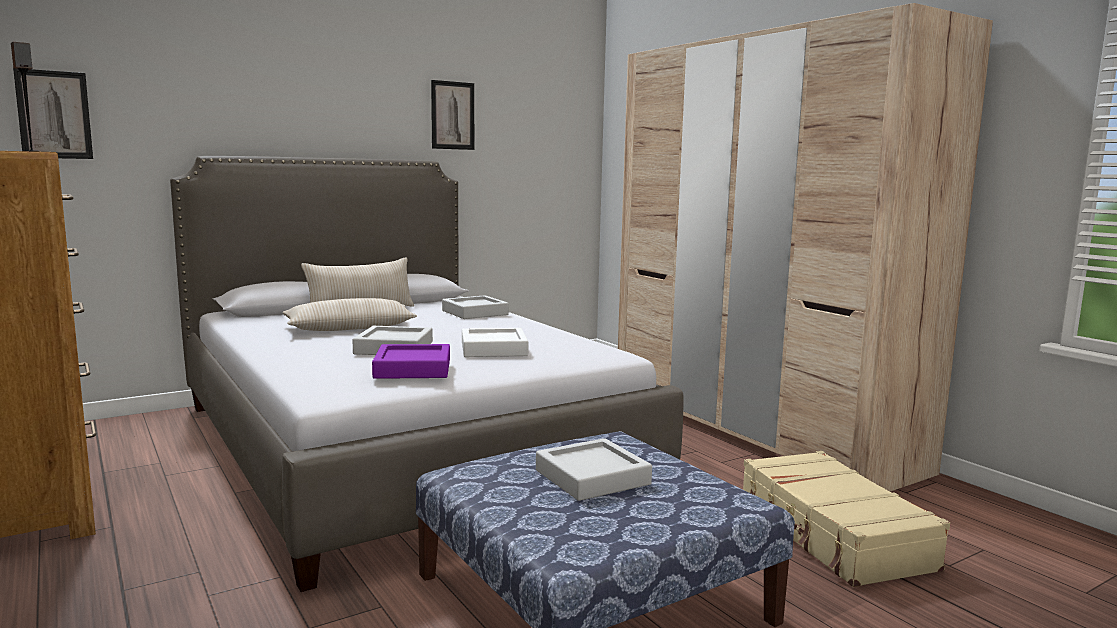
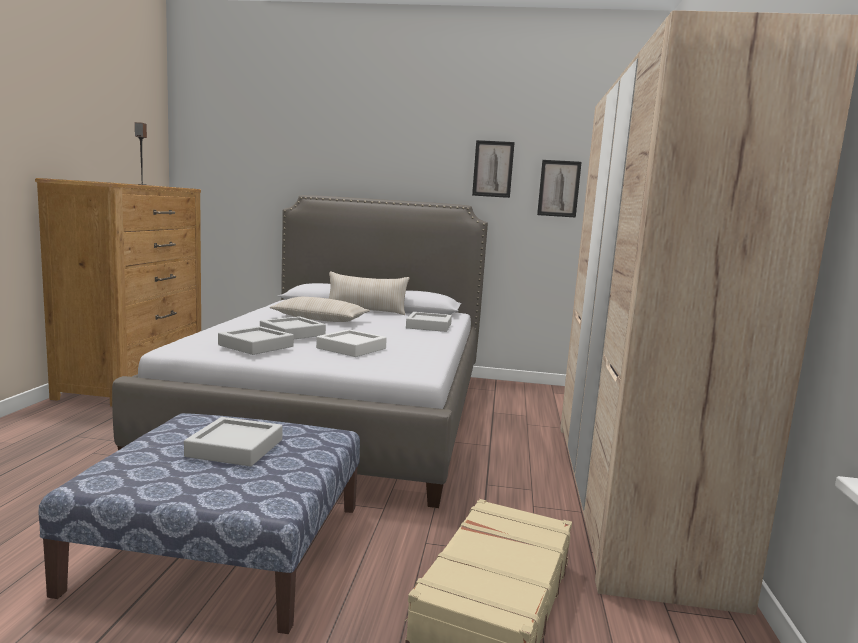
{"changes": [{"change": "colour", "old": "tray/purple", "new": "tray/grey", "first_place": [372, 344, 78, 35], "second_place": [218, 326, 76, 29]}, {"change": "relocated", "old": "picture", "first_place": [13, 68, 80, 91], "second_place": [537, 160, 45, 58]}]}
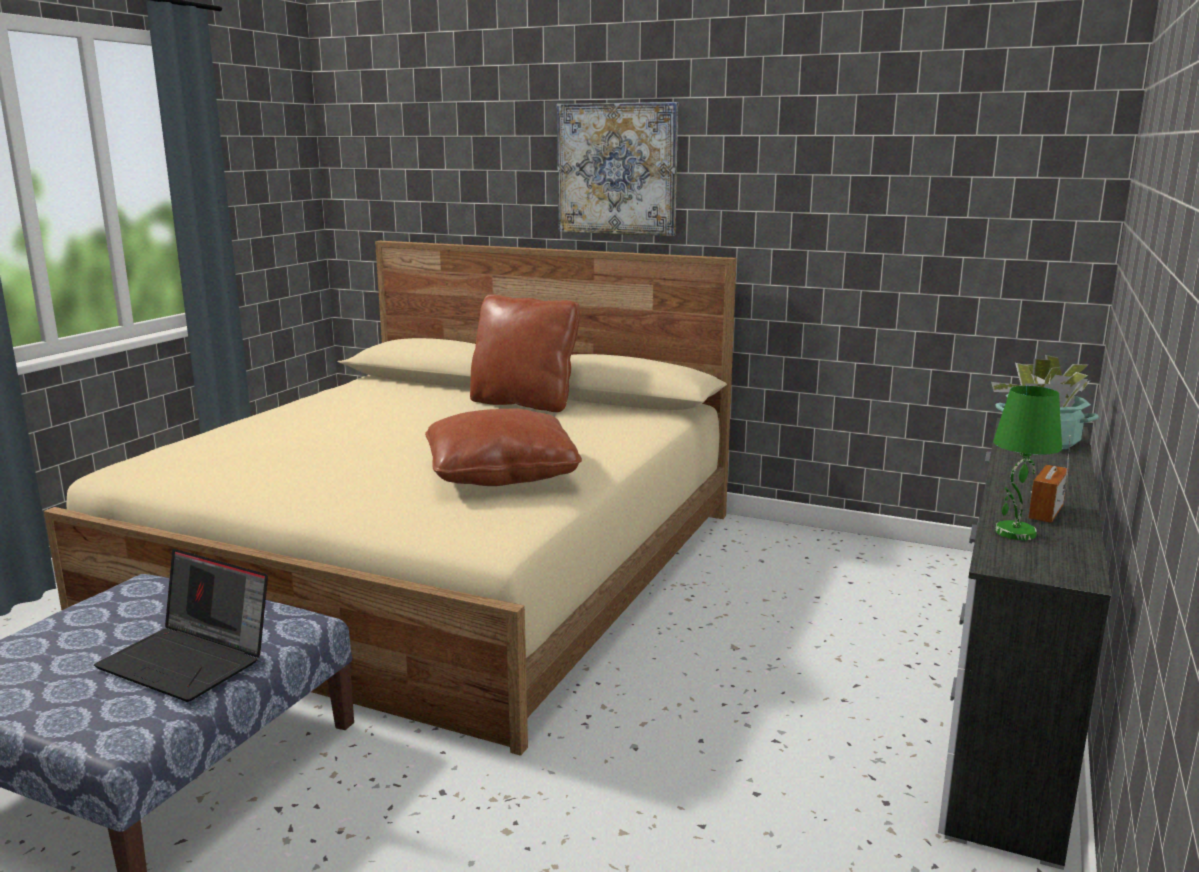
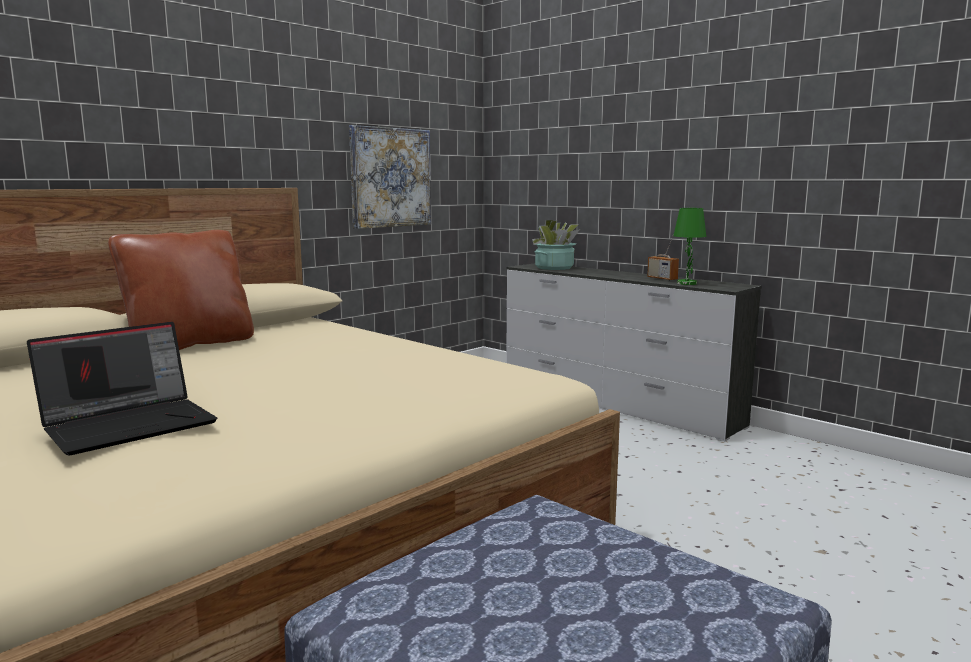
{"changes": [{"change": "relocated", "old": "laptop", "first_place": [94, 549, 174, 153], "second_place": [27, 322, 190, 133]}, {"change": "relocated", "old": "picture", "first_place": [557, 102, 121, 134], "second_place": [349, 125, 82, 104]}, {"change": "missing", "old": "pillow/brown", "first_place": [425, 408, 157, 78]}]}
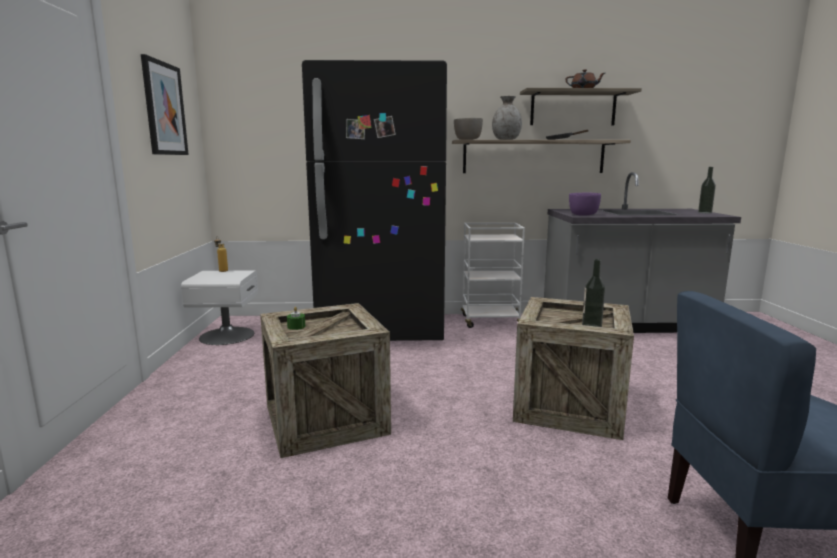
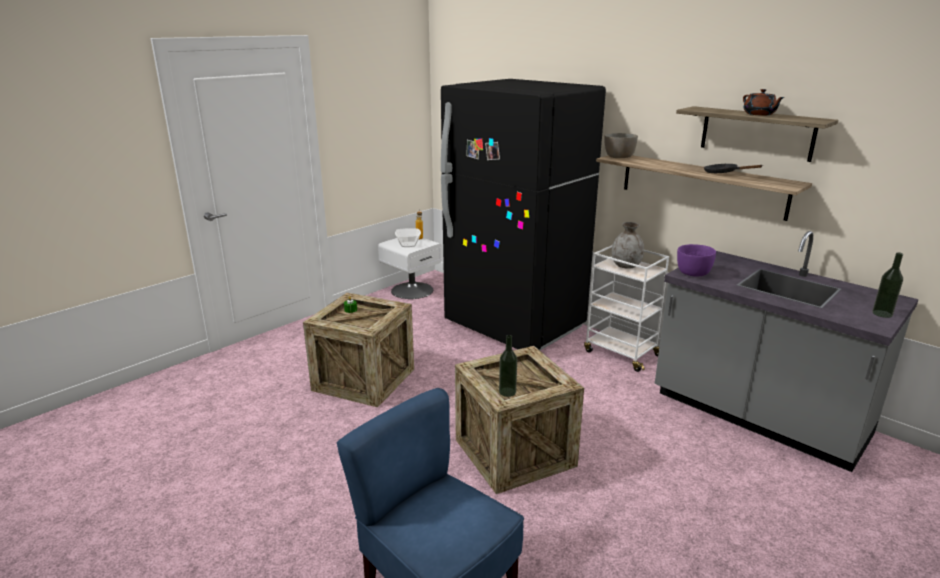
{"changes": [{"change": "appeared", "new": "bowl", "second_place": [395, 228, 26, 19]}, {"change": "relocated", "old": "vase/grey", "first_place": [492, 96, 30, 44], "second_place": [612, 222, 32, 47]}, {"change": "missing", "old": "picture", "first_place": [141, 54, 48, 101]}]}
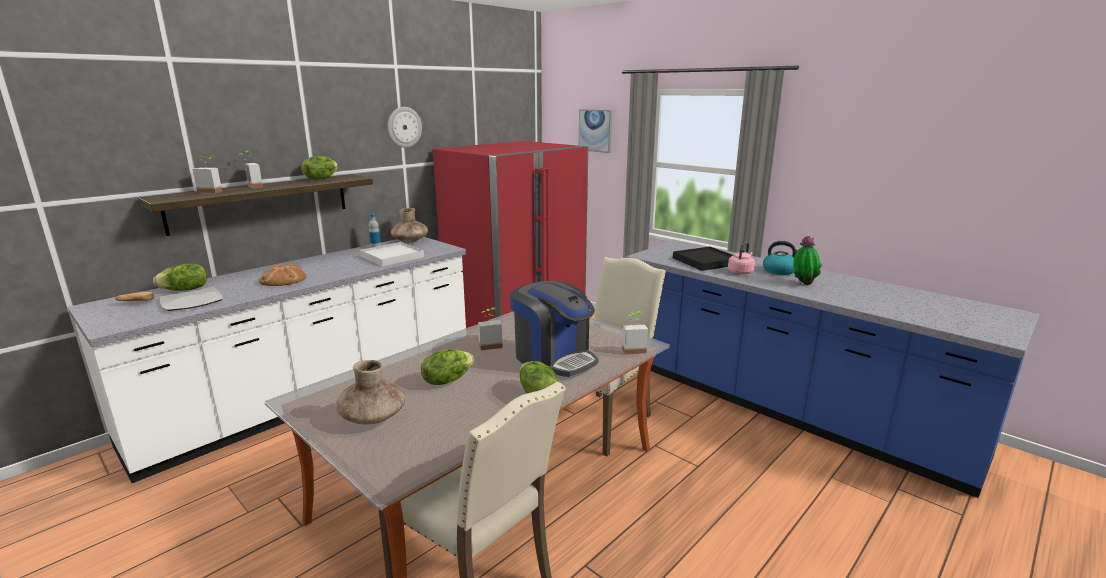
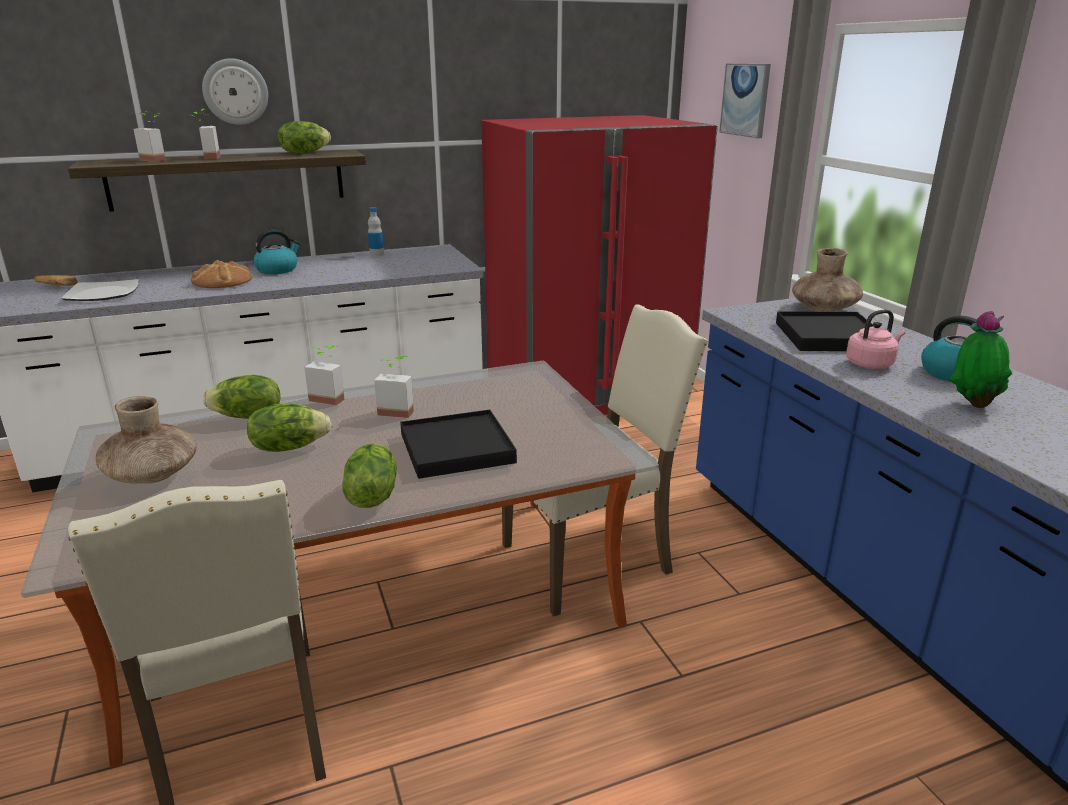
{"changes": [{"change": "relocated", "old": "wall clock", "first_place": [387, 107, 35, 41], "second_place": [202, 58, 66, 67]}, {"change": "relocated", "old": "lettuce", "first_place": [153, 263, 54, 28], "second_place": [203, 375, 77, 44]}, {"change": "appeared", "new": "kettle", "second_place": [253, 230, 48, 44]}, {"change": "relocated", "old": "potted plant", "first_place": [622, 311, 26, 43], "second_place": [304, 345, 40, 60]}, {"change": "exchanged", "old": "coffee machine", "new": "tray/black", "first_place": [510, 281, 88, 96], "second_place": [400, 410, 117, 69]}, {"change": "relocated", "old": "vase/brown", "first_place": [391, 208, 37, 35], "second_place": [792, 248, 71, 64]}, {"change": "missing", "old": "tray/white", "first_place": [360, 242, 64, 24]}]}
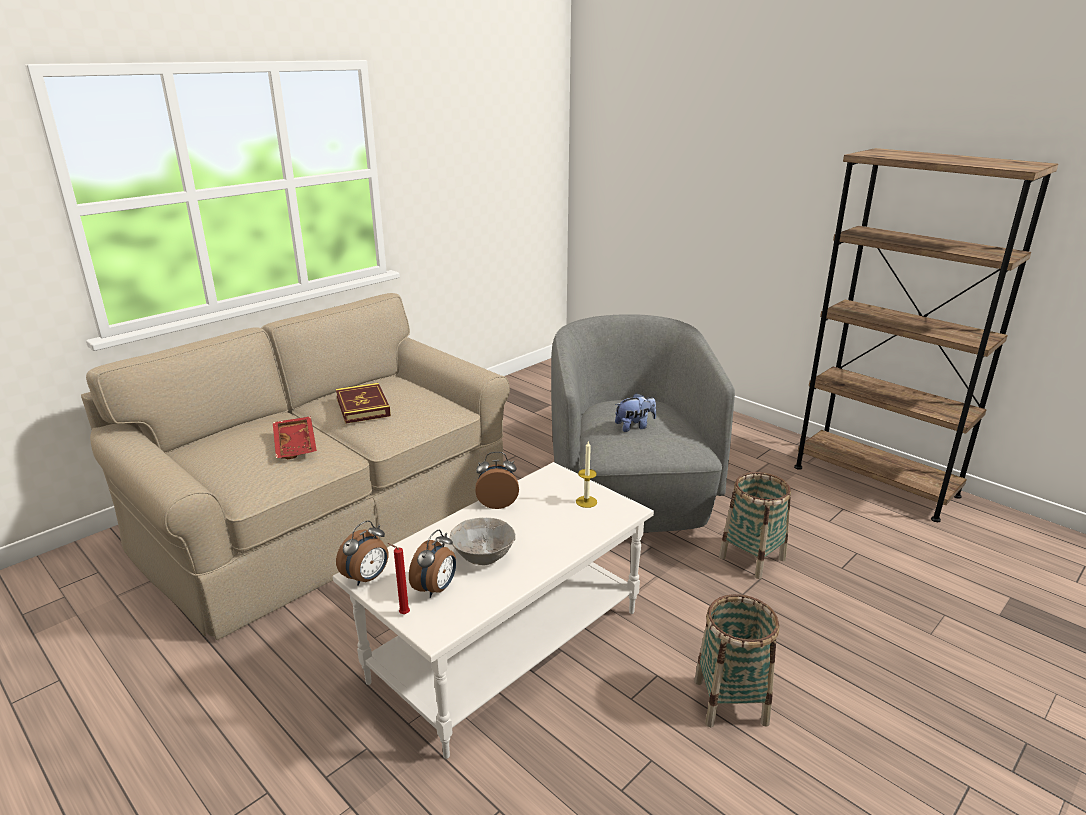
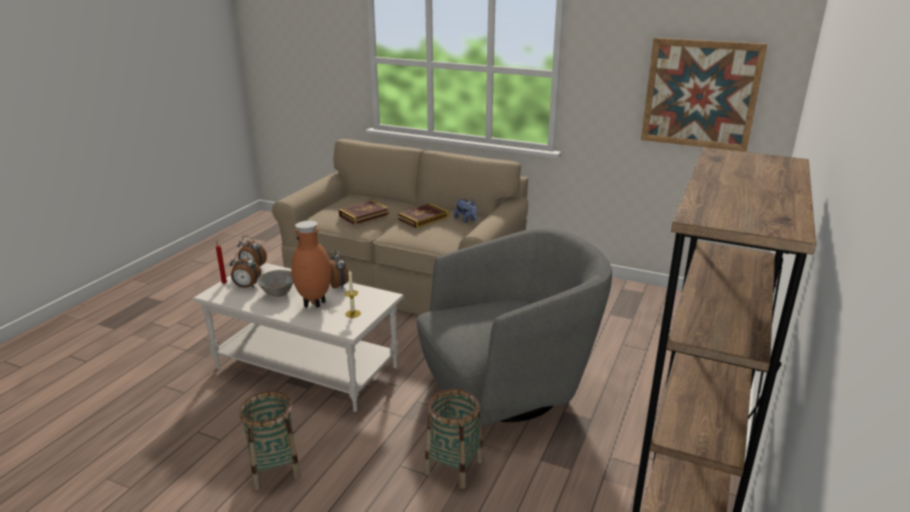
{"changes": [{"change": "appeared", "new": "vase/brown", "second_place": [291, 221, 40, 87]}, {"change": "exchanged", "old": "tray/red", "new": "book", "first_place": [273, 416, 44, 43], "second_place": [338, 200, 51, 25]}, {"change": "relocated", "old": "plush toy", "first_place": [615, 393, 41, 39], "second_place": [454, 199, 23, 24]}, {"change": "appeared", "new": "picture", "second_place": [641, 38, 127, 114]}]}
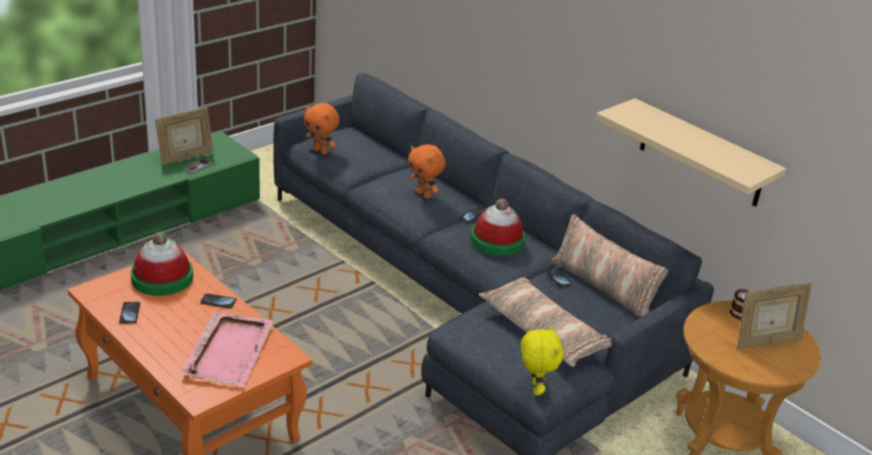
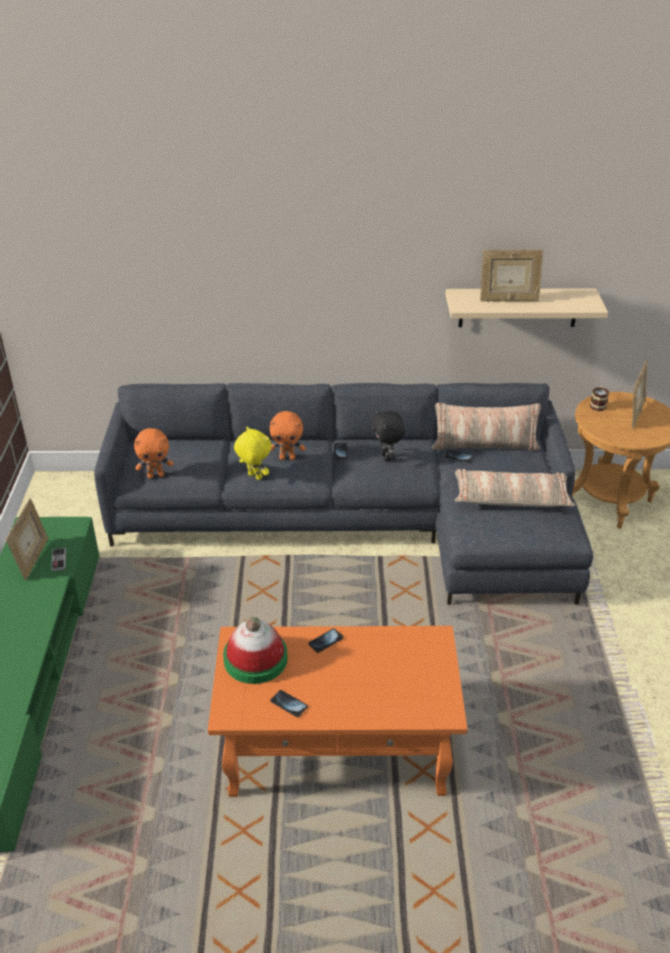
{"changes": [{"change": "relocated", "old": "plush toy/yellow", "first_place": [521, 326, 43, 70], "second_place": [234, 427, 37, 53]}, {"change": "exchanged", "old": "hat", "new": "plush toy/black", "first_place": [470, 199, 55, 57], "second_place": [371, 410, 34, 52]}, {"change": "appeared", "new": "picture frame", "second_place": [480, 249, 63, 52]}, {"change": "missing", "old": "tray/pink", "first_place": [180, 311, 94, 76]}]}
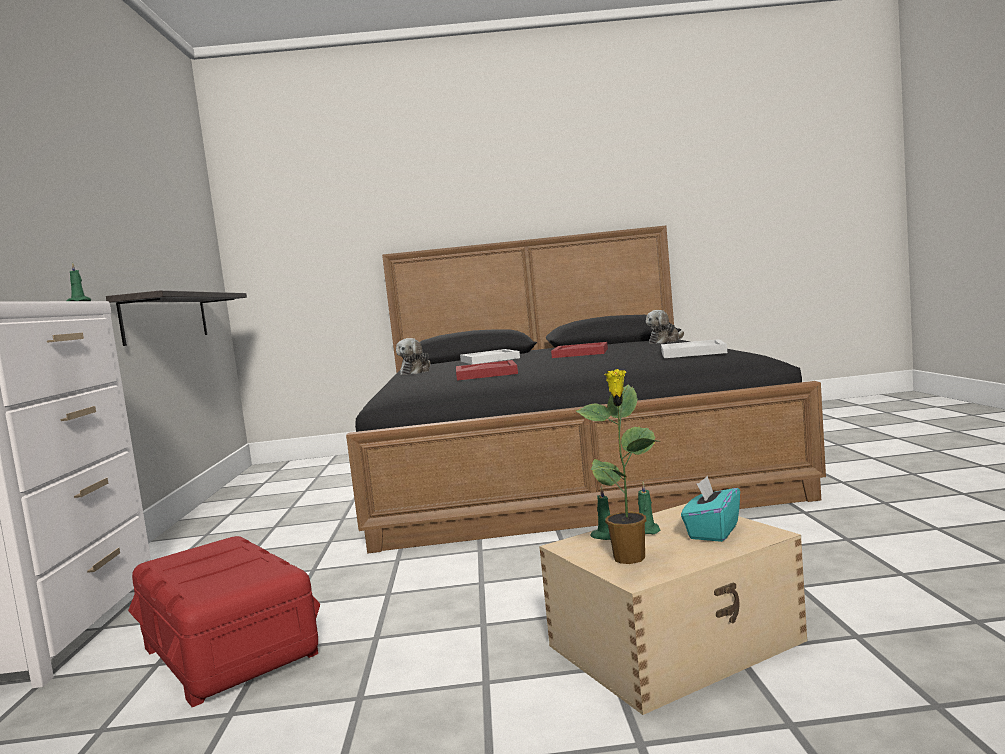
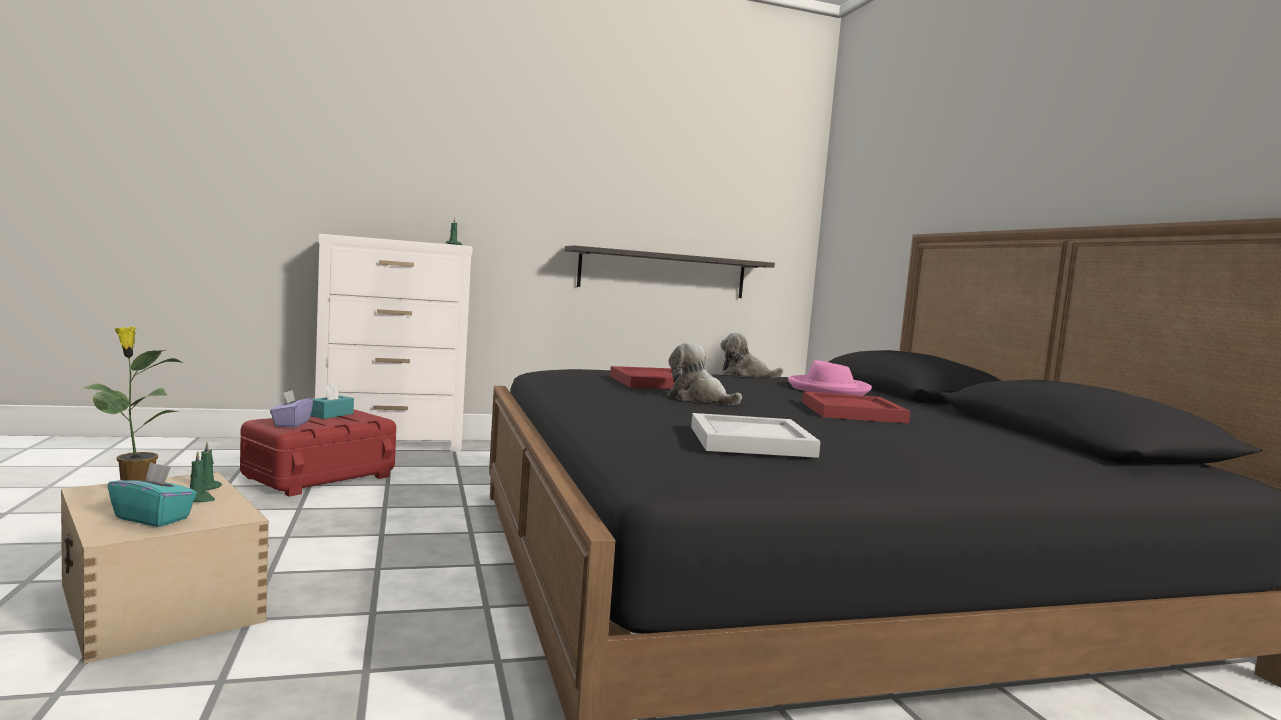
{"changes": [{"change": "appeared", "new": "tissue box/purple", "second_place": [270, 390, 43, 38]}, {"change": "appeared", "new": "tissue box/turquoise", "second_place": [310, 383, 44, 36]}, {"change": "relocated", "old": "plush toy", "first_place": [646, 310, 38, 34], "second_place": [667, 342, 75, 63]}, {"change": "exchanged", "old": "tray/white", "new": "hat/pink", "first_place": [460, 349, 60, 15], "second_place": [788, 360, 84, 36]}]}
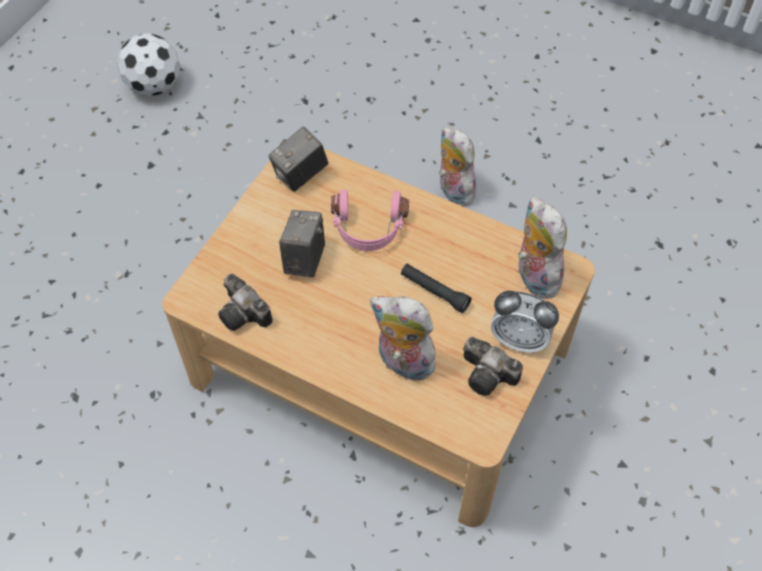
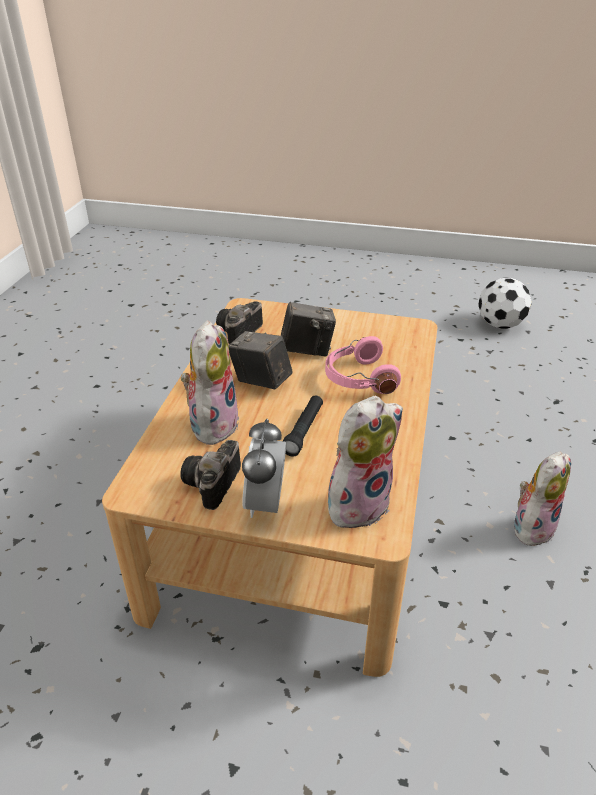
{"changes": [{"change": "relocated", "old": "photo camera", "first_place": [269, 126, 59, 66], "second_place": [229, 331, 64, 58]}]}
